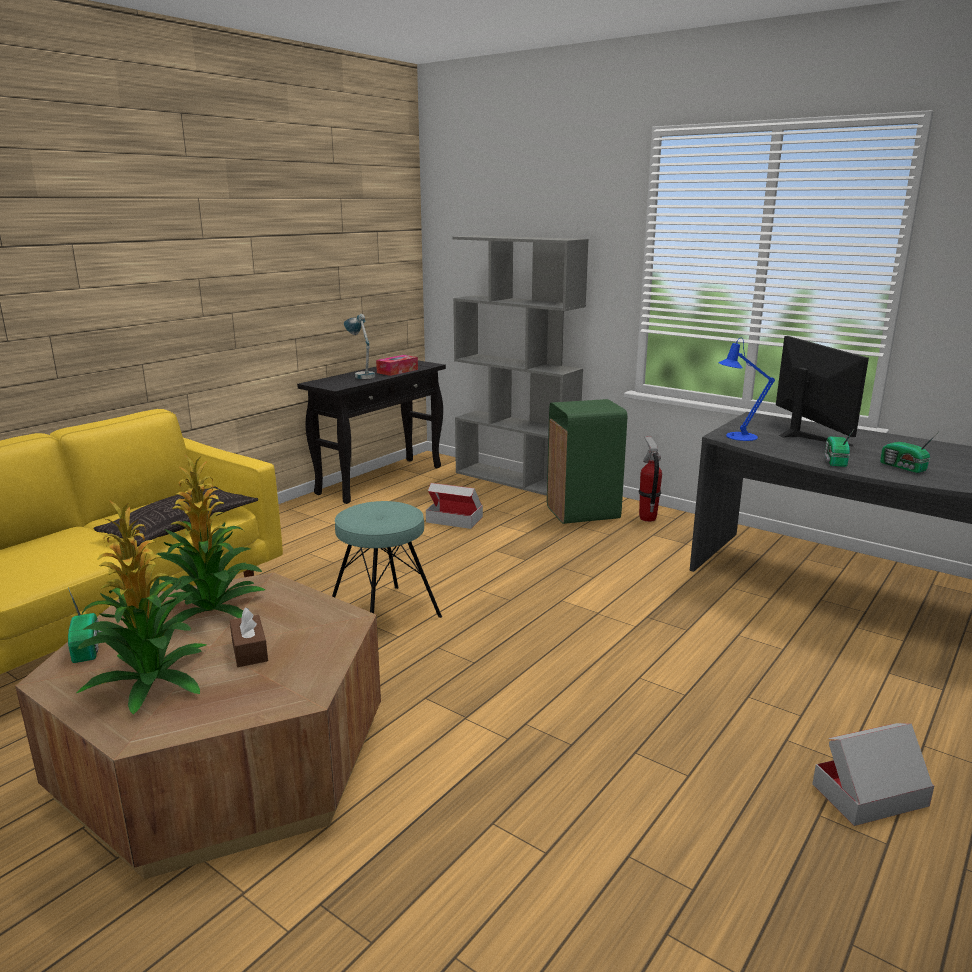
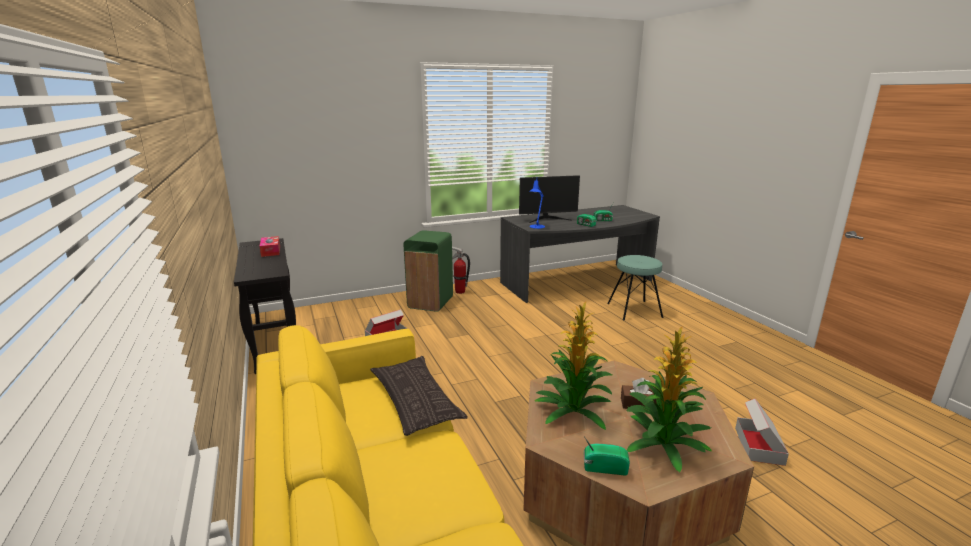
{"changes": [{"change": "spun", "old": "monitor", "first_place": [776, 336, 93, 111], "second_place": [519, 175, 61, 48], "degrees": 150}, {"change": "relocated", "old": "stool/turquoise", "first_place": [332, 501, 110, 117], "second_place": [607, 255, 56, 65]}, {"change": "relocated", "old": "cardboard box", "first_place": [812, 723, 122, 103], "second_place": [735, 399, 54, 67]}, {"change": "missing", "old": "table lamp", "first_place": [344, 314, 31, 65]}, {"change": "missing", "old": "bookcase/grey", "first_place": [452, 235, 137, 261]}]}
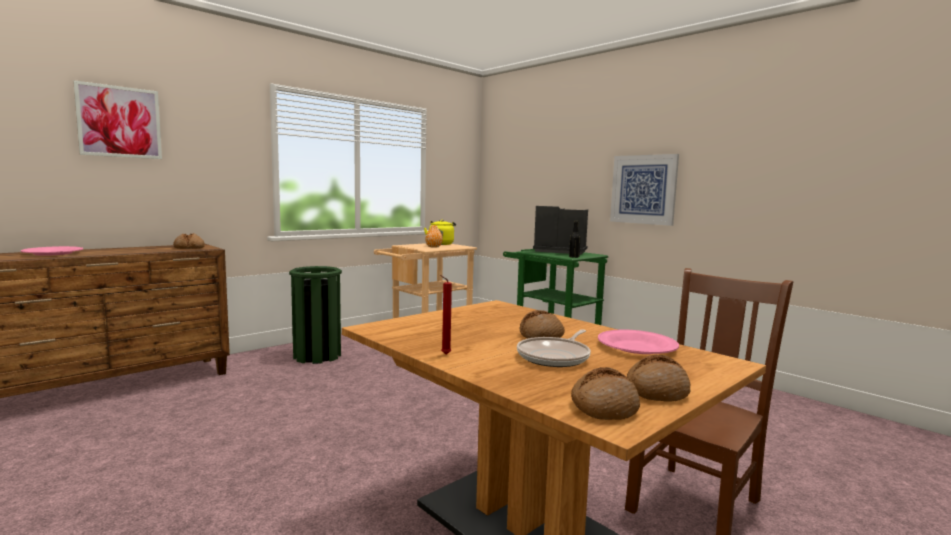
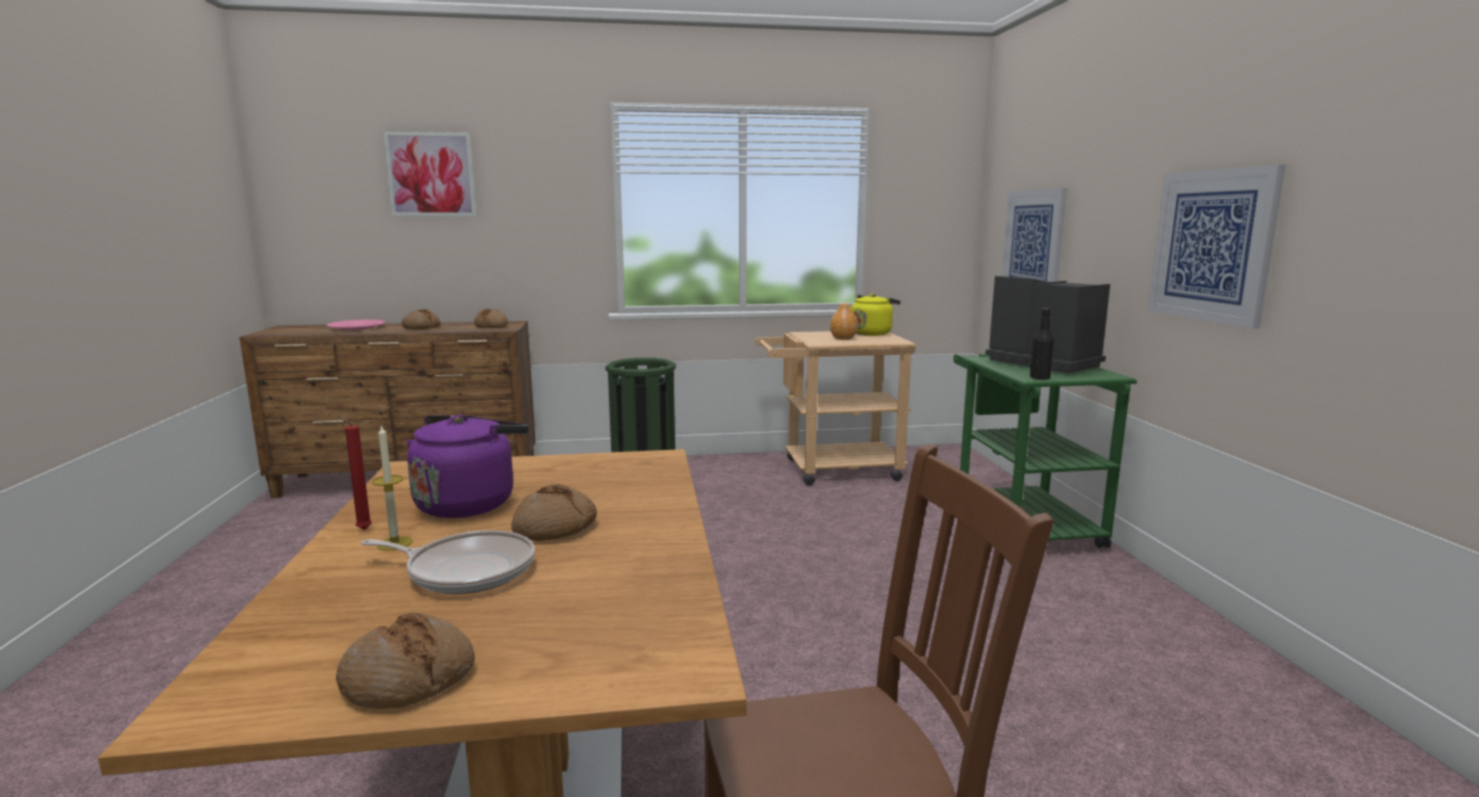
{"changes": [{"change": "spun", "old": "frying pan", "first_place": [517, 330, 74, 37], "second_place": [361, 530, 174, 64], "degrees": -150}, {"change": "appeared", "new": "candle", "second_place": [372, 424, 41, 127]}, {"change": "relocated", "old": "bread", "first_place": [571, 367, 69, 53], "second_place": [402, 309, 39, 21]}, {"change": "appeared", "new": "kettle/purple", "second_place": [407, 414, 122, 104]}, {"change": "appeared", "new": "picture", "second_place": [1001, 188, 66, 94]}, {"change": "missing", "old": "plate/pink", "first_place": [598, 329, 81, 25]}]}
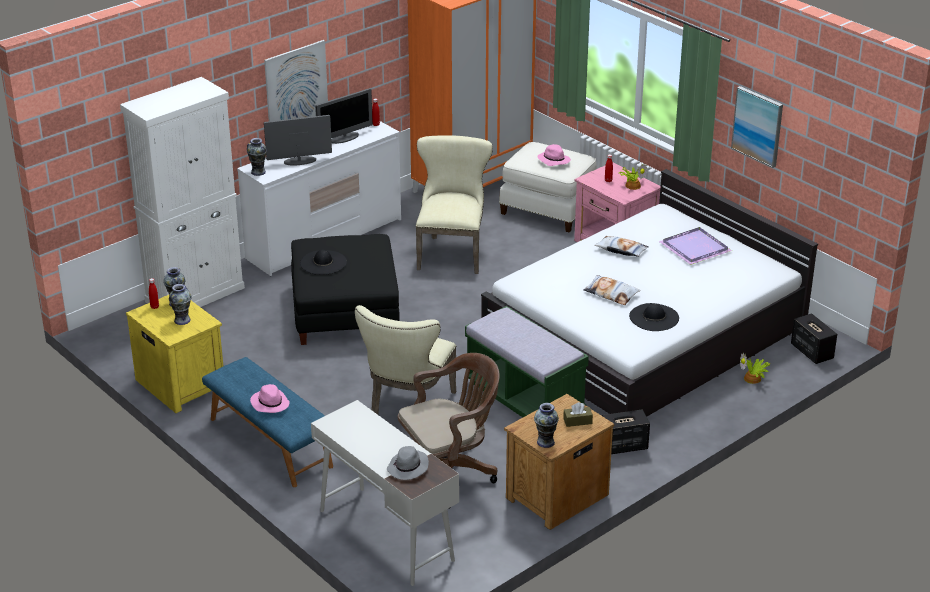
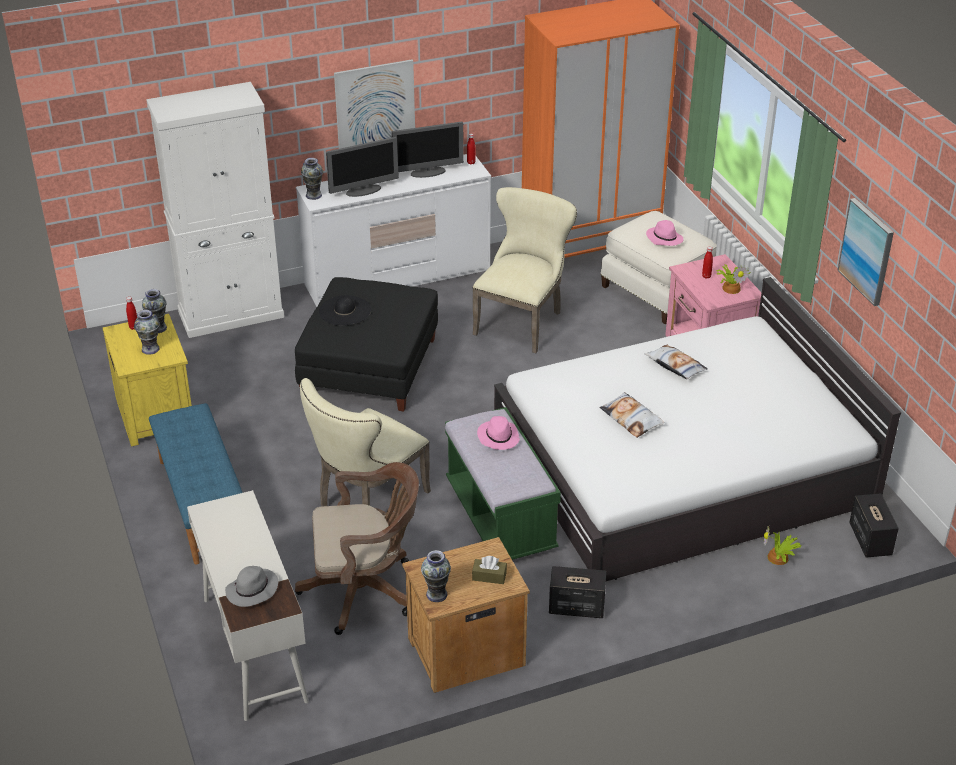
{"changes": [{"change": "spun", "old": "monitor", "first_place": [264, 115, 68, 50], "second_place": [326, 137, 73, 60], "degrees": 150}, {"change": "relocated", "old": "hat/pink", "first_place": [250, 384, 40, 29], "second_place": [477, 416, 43, 34]}, {"change": "missing", "old": "hat/black", "first_place": [629, 303, 50, 28]}, {"change": "missing", "old": "tray/purple", "first_place": [659, 227, 73, 38]}]}
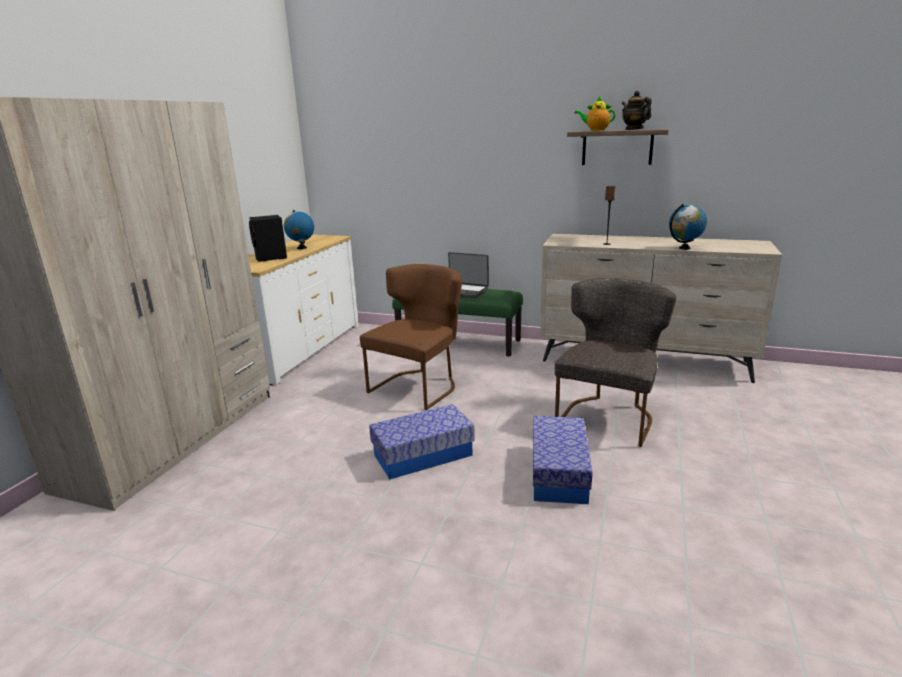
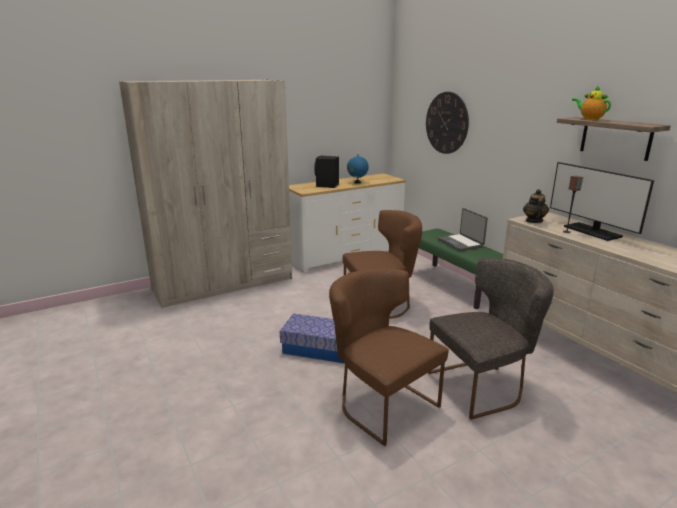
{"changes": [{"change": "exchanged", "old": "storage box", "new": "chair/brown", "first_place": [533, 416, 60, 88], "second_place": [329, 268, 120, 178]}, {"change": "appeared", "new": "wall clock", "second_place": [426, 92, 43, 62]}, {"change": "relocated", "old": "teapot", "first_place": [622, 91, 30, 39], "second_place": [523, 189, 26, 34]}, {"change": "appeared", "new": "monitor", "second_place": [550, 162, 104, 79]}, {"change": "missing", "old": "globe", "first_place": [669, 204, 38, 46]}]}
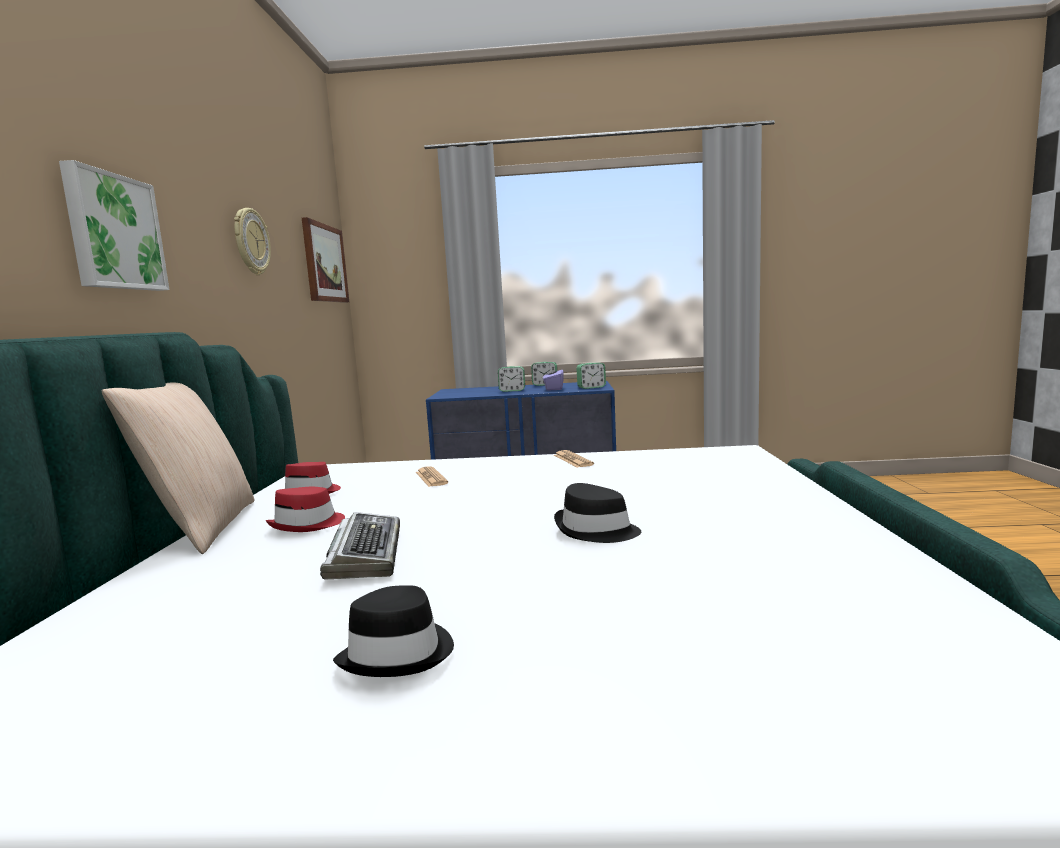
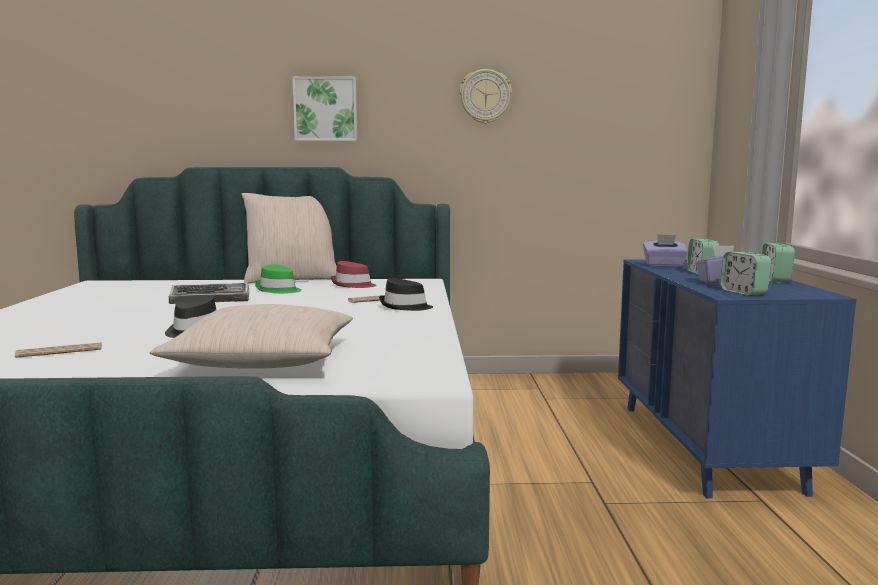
{"changes": [{"change": "relocated", "old": "newspaper", "first_place": [554, 450, 40, 17], "second_place": [15, 343, 87, 15]}, {"change": "appeared", "new": "pillow/beige", "second_place": [150, 304, 203, 65]}, {"change": "colour", "old": "hat/red", "new": "hat/green", "first_place": [266, 487, 79, 45], "second_place": [255, 264, 47, 30]}, {"change": "relocated", "old": "hat/black", "first_place": [333, 585, 121, 92], "second_place": [379, 278, 54, 33]}, {"change": "appeared", "new": "tissue box/purple", "second_place": [643, 234, 45, 33]}, {"change": "missing", "old": "picture", "first_place": [302, 217, 47, 86]}]}
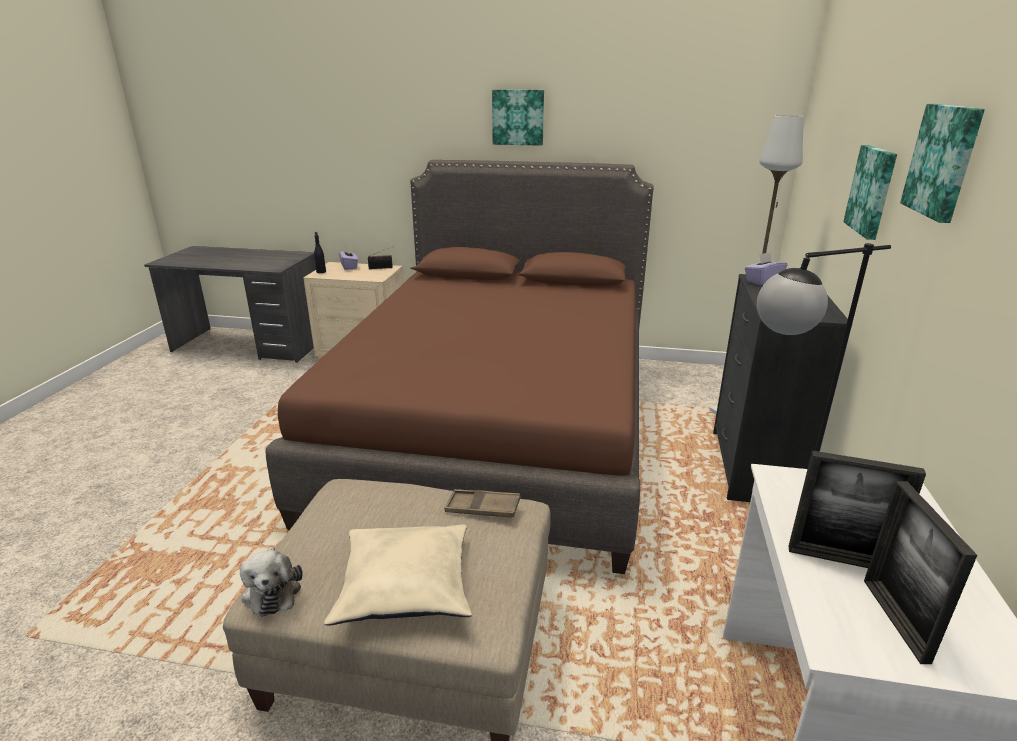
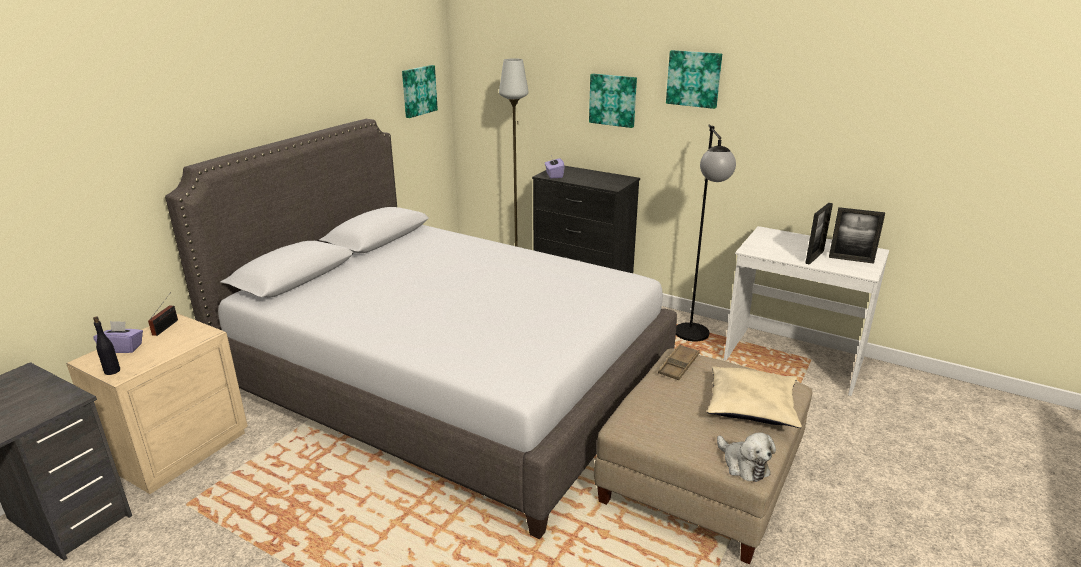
{"changes": [{"change": "colour", "old": "bed/brown", "new": "bed/grey", "first_place": [265, 160, 389, 414], "second_place": [165, 119, 512, 420]}, {"change": "relocated", "old": "picture", "first_place": [492, 90, 52, 56], "second_place": [402, 65, 36, 53]}, {"change": "spun", "old": "plush toy", "first_place": [240, 547, 63, 70], "second_place": [717, 432, 59, 50], "degrees": 60}]}
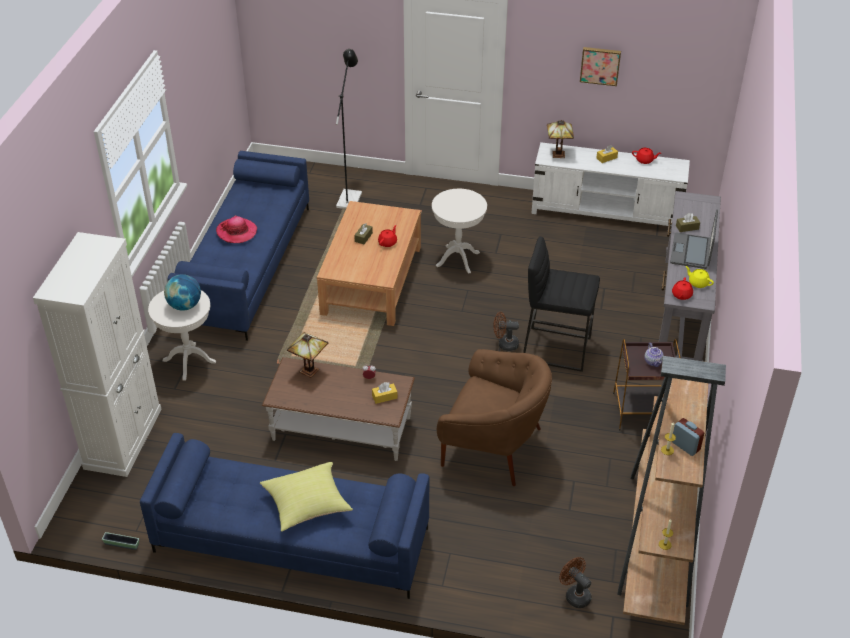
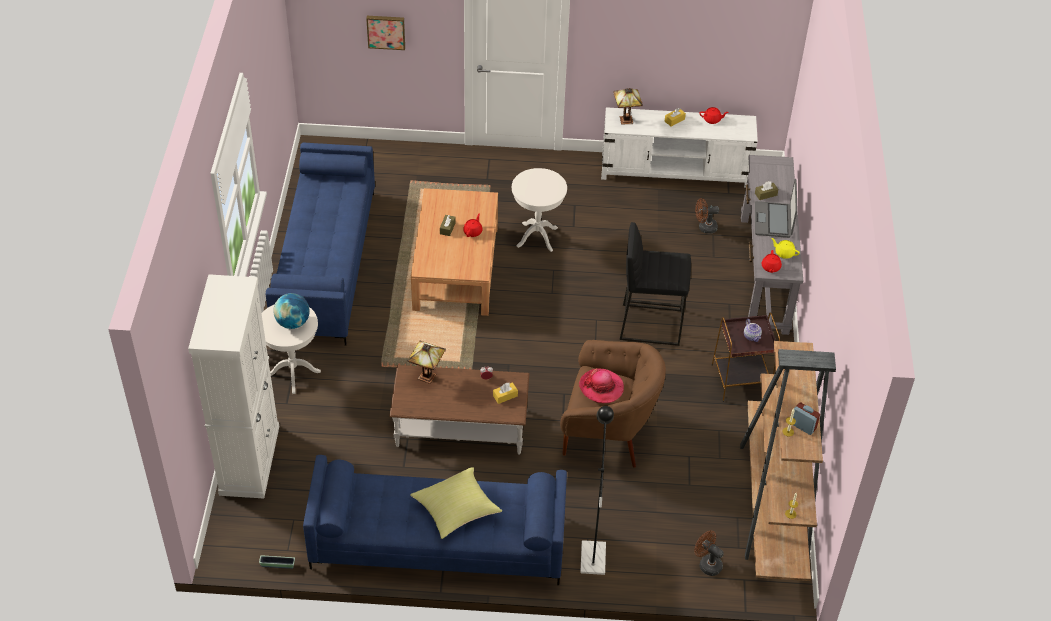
{"changes": [{"change": "relocated", "old": "picture", "first_place": [580, 47, 41, 39], "second_place": [366, 16, 39, 34]}, {"change": "relocated", "old": "hat", "first_place": [216, 216, 41, 27], "second_place": [579, 368, 45, 35]}, {"change": "relocated", "old": "floor lamp/black", "first_place": [336, 49, 26, 160], "second_place": [580, 406, 34, 169]}, {"change": "relocated", "old": "fan/brown", "first_place": [493, 312, 26, 39], "second_place": [695, 198, 24, 36]}]}
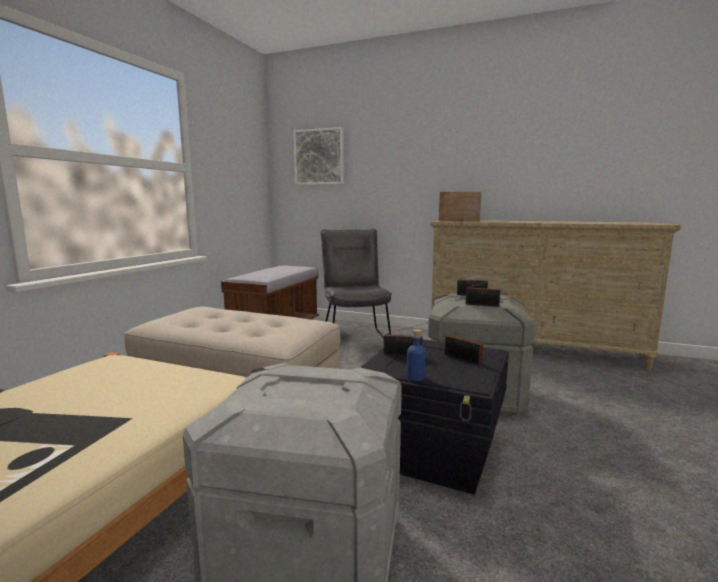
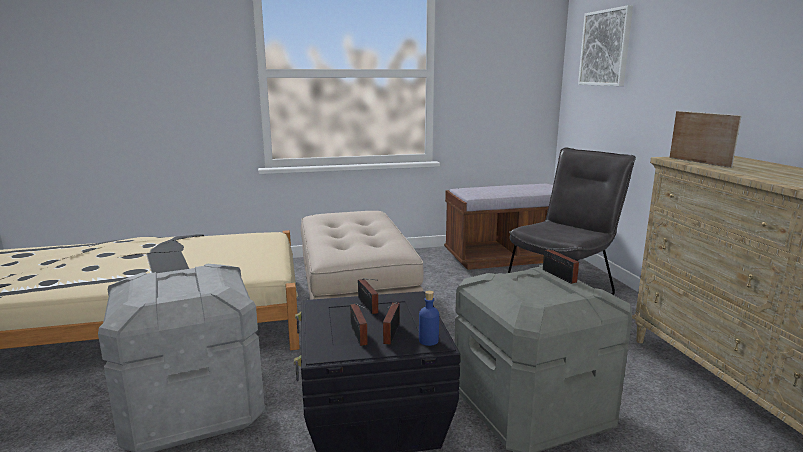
{"changes": [{"change": "relocated", "old": "radio", "first_place": [466, 277, 40, 30], "second_place": [350, 303, 18, 43]}, {"change": "relocated", "old": "bottle/blue", "first_place": [406, 329, 20, 52], "second_place": [419, 290, 20, 56]}]}
